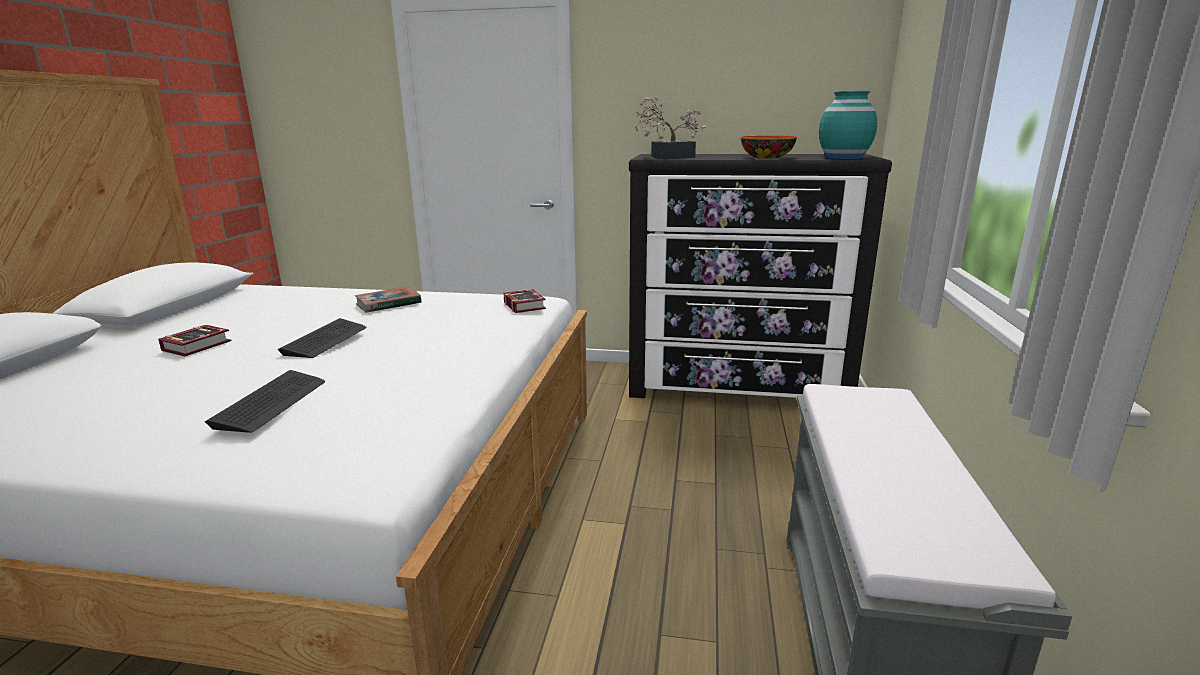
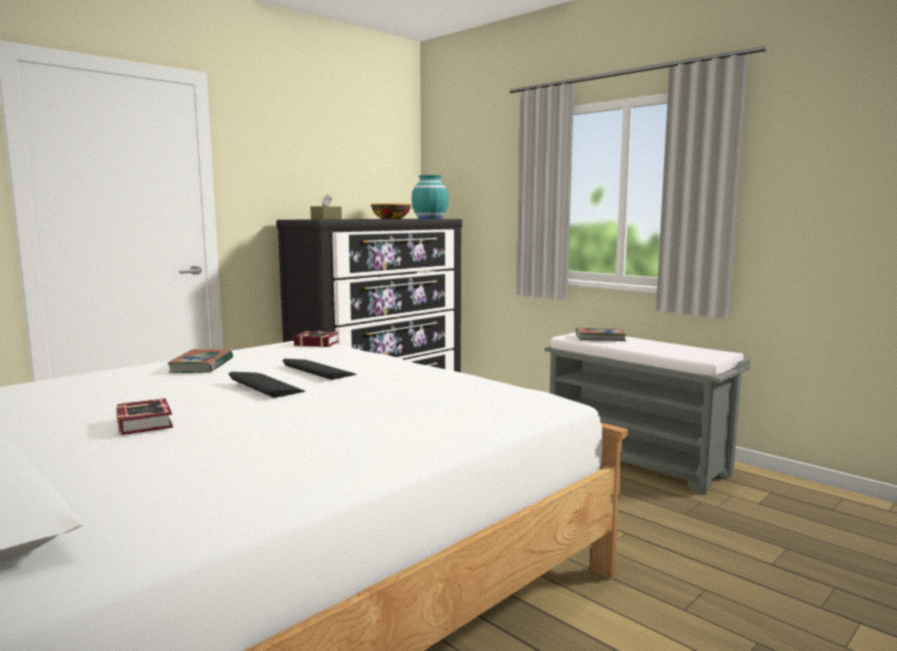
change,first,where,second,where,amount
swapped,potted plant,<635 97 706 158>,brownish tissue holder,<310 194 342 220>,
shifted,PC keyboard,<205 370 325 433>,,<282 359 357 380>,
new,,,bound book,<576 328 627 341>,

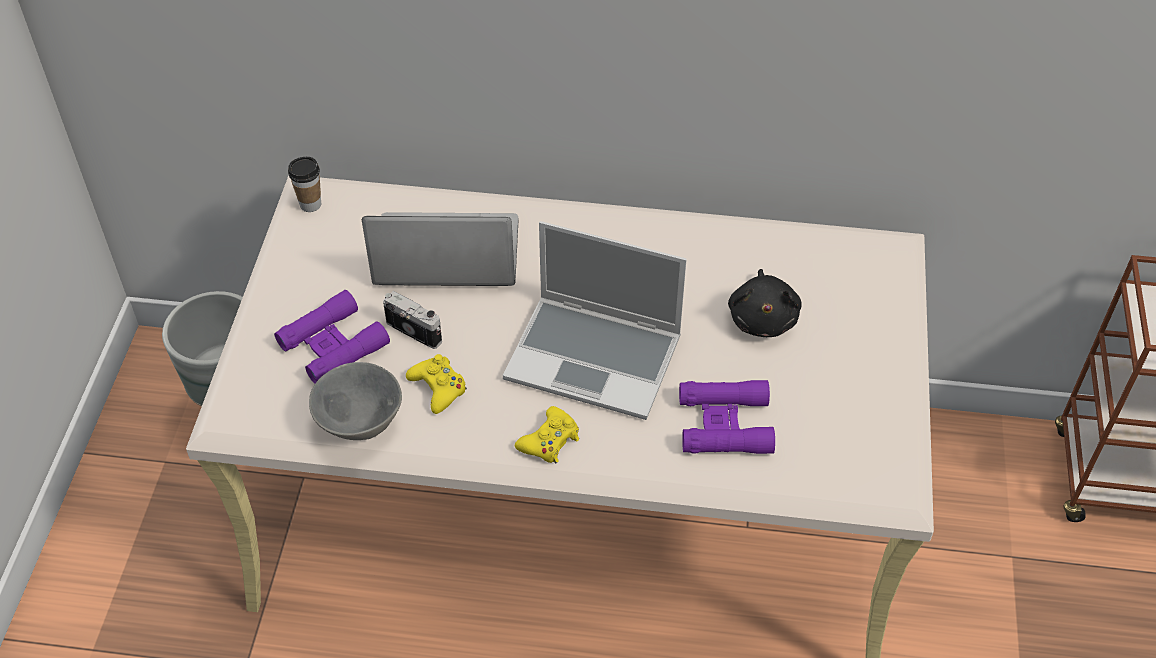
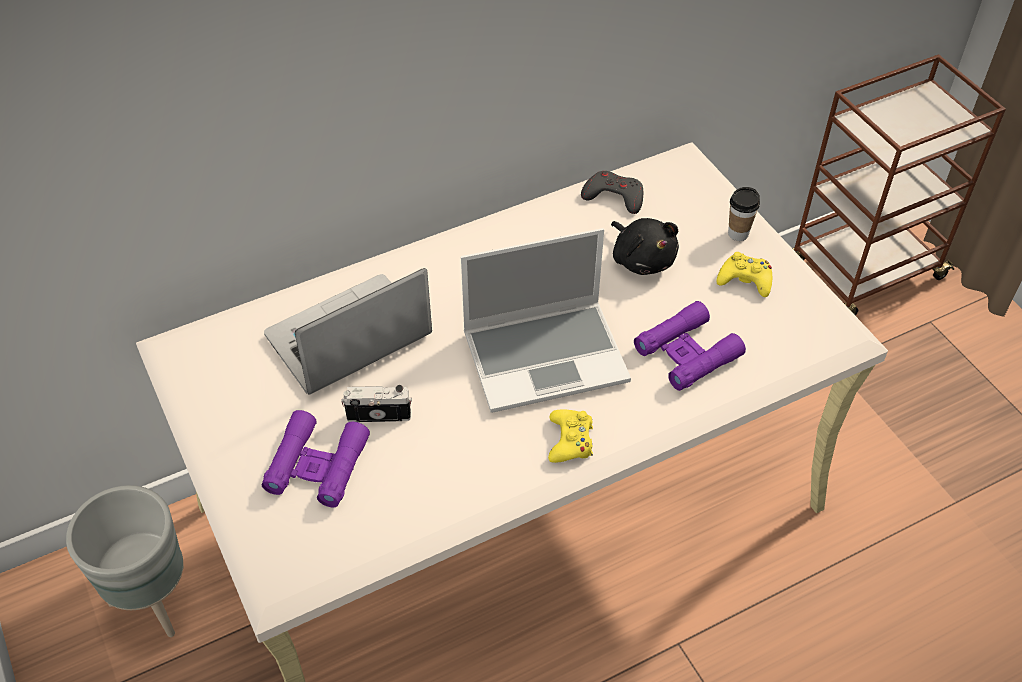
change,first,where,second,where,amount
shifted,small cup,<288 157 321 212>,,<728 187 760 241>,
shifted,yellow-coloured game controller,<406 354 467 414>,,<716 252 772 297>,
gone,greyish serving bowl,<309 362 402 440>,,,
new,,,greyish game controller,<581 171 643 214>,

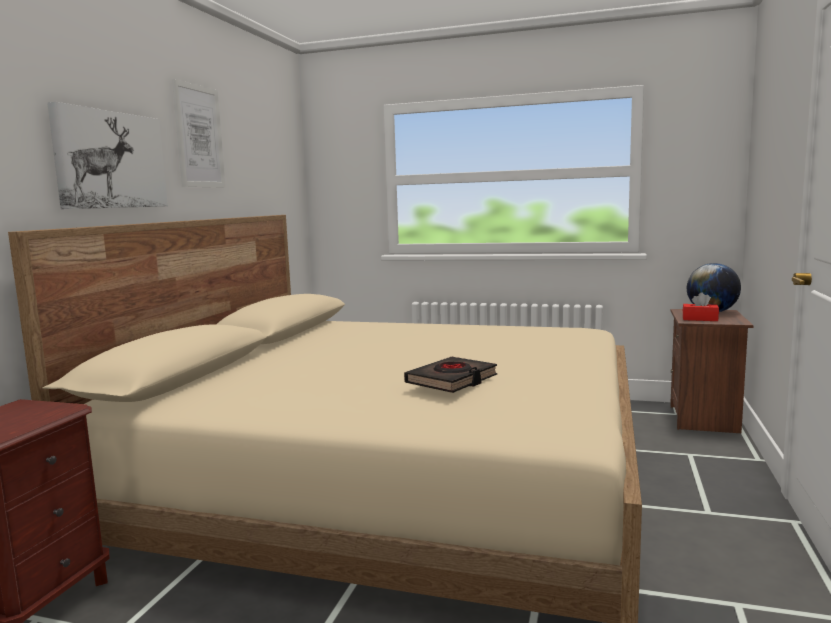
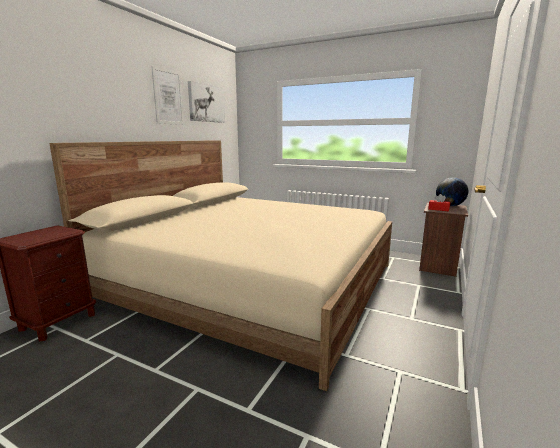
change,first,where,second,where,amount
shifted,wall picture,<47 102 168 209>,,<188 81 225 123>,
gone,black-coloured bound book,<404 357 498 393>,,,

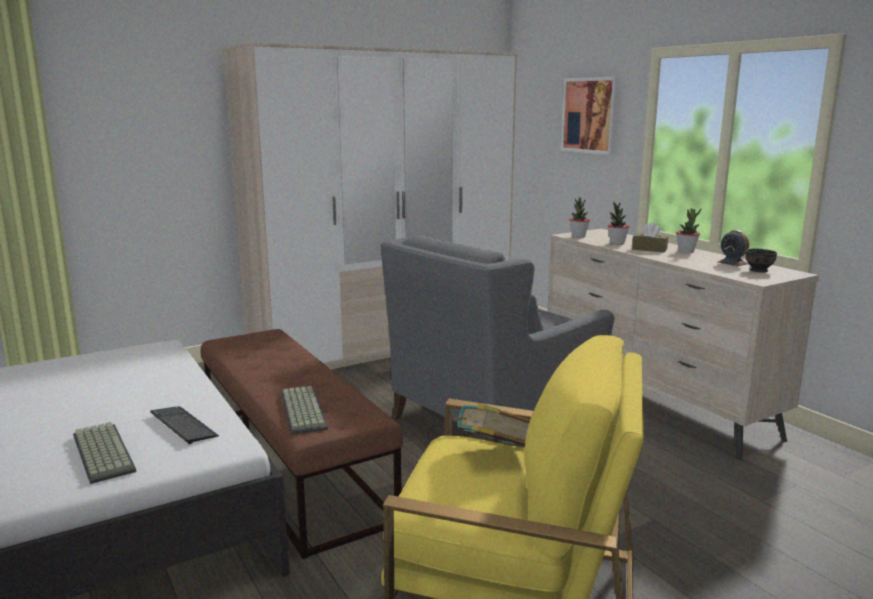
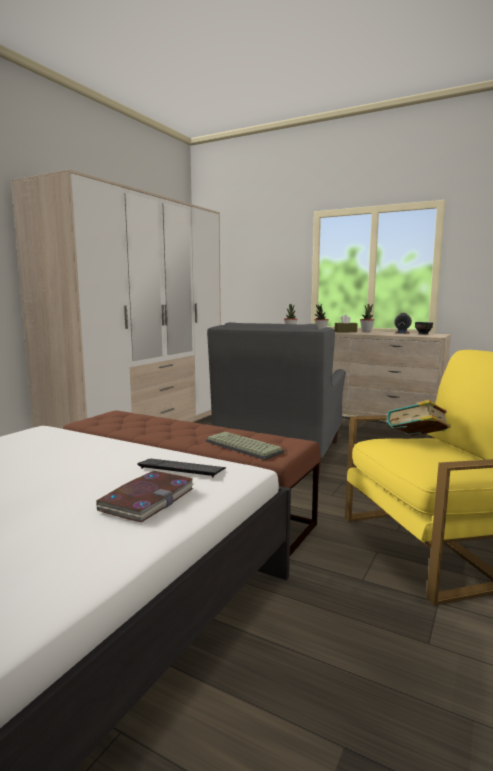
change,first,where,second,where,amount
gone,wall picture,<560 77 619 155>,,,
swapped,PC keyboard,<73 422 136 484>,bound book,<96 471 194 522>,

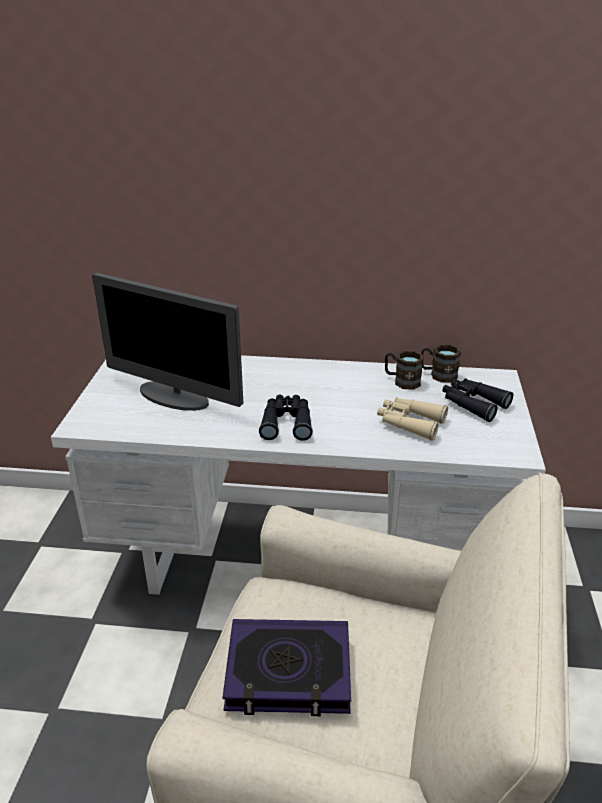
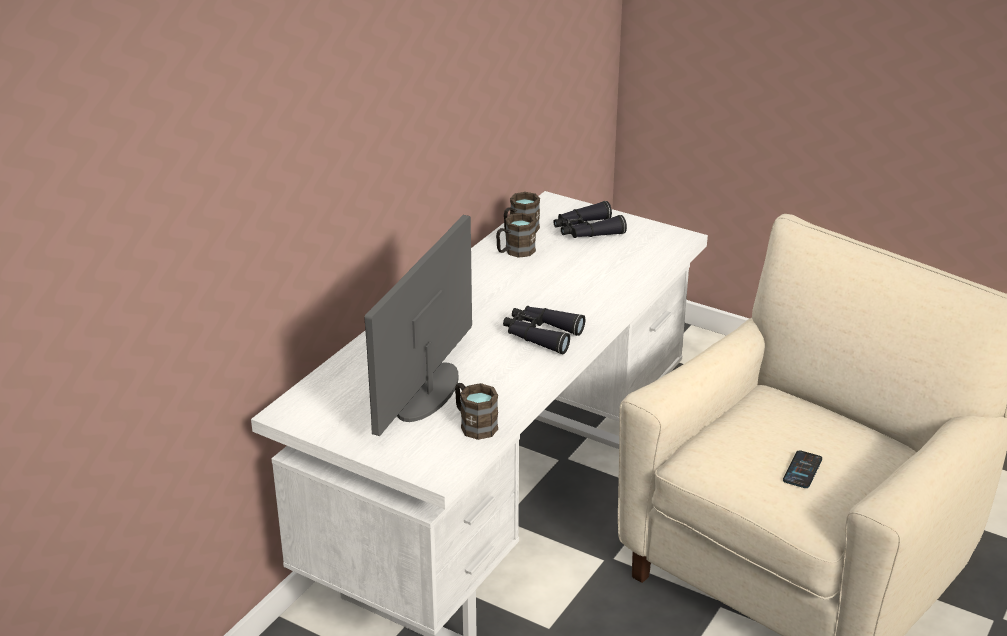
change,first,where,second,where,amount
rotated,computer screen,<92 273 243 411>,,<364 215 472 436>,150 degrees clockwise
gone,sand-coloured pair of binoculars,<377 397 448 441>,,,
swapped,bound book,<222 619 351 716>,phone,<783 450 822 488>,
new,,,brownish tea mug,<455 383 498 440>,

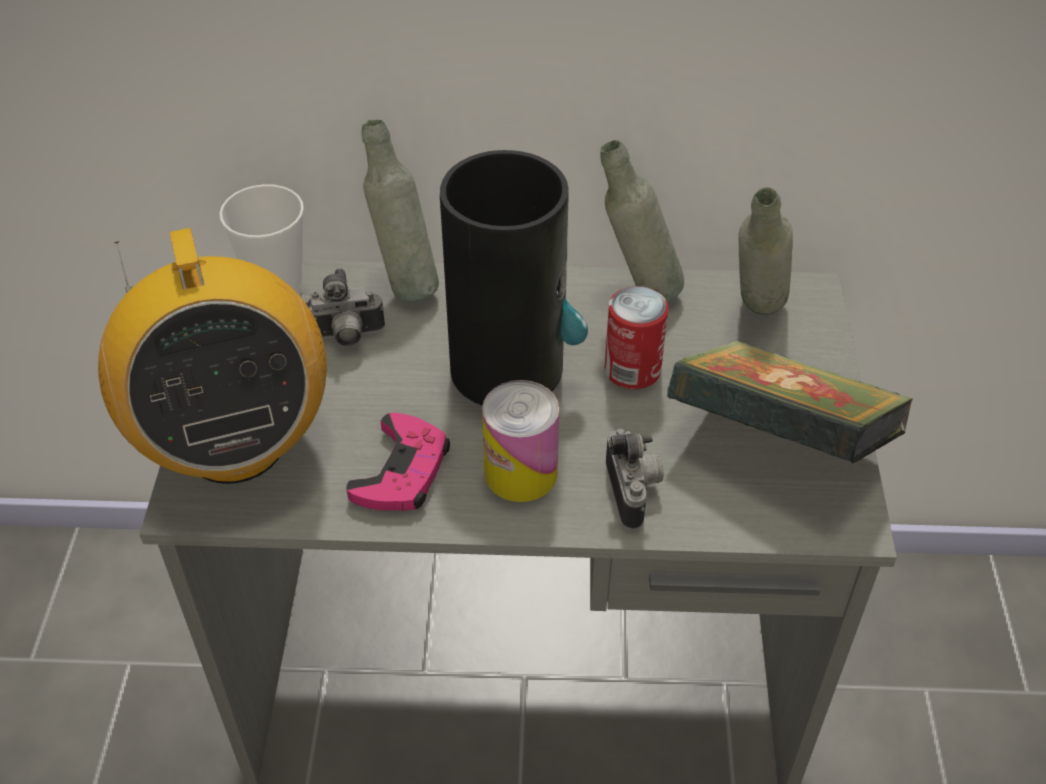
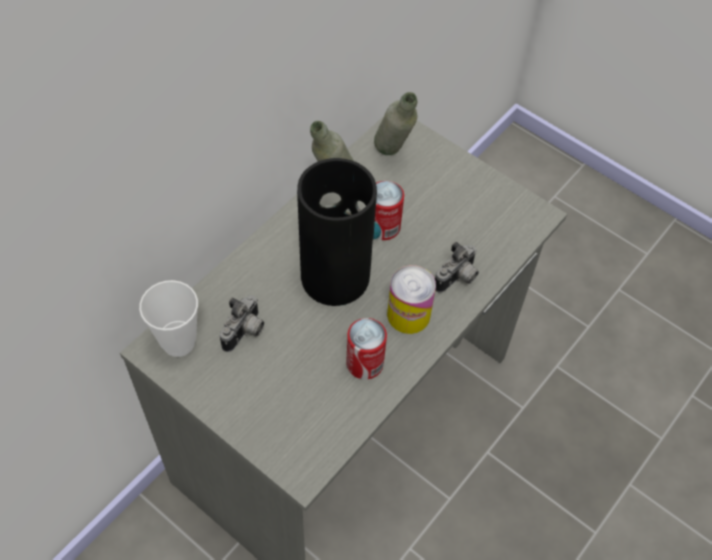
change,first,where,second,where,amount
gone,greyish beverage bottle,<362 120 439 302>,,,
gone,radio set,<98 228 327 484>,,,
gone,bound book,<667 340 913 464>,,,
swapped,pink-coloured game controller,<346 413 450 511>,sealed can,<346 318 387 379>,
rotated,photo camera,<606 428 663 530>,,<435 241 479 293>,105 degrees clockwise

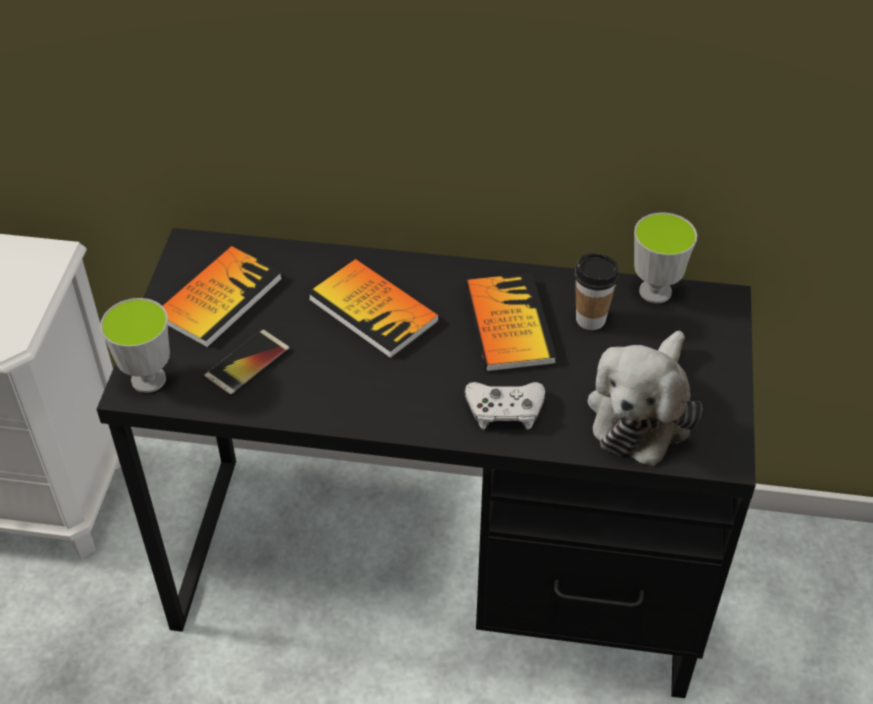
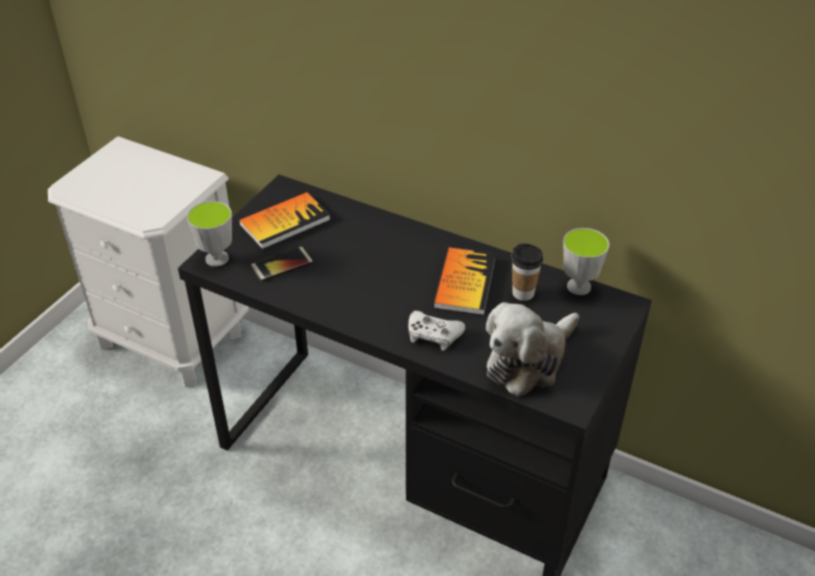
change,first,where,second,where,amount
gone,bound book,<308 259 440 359>,,,

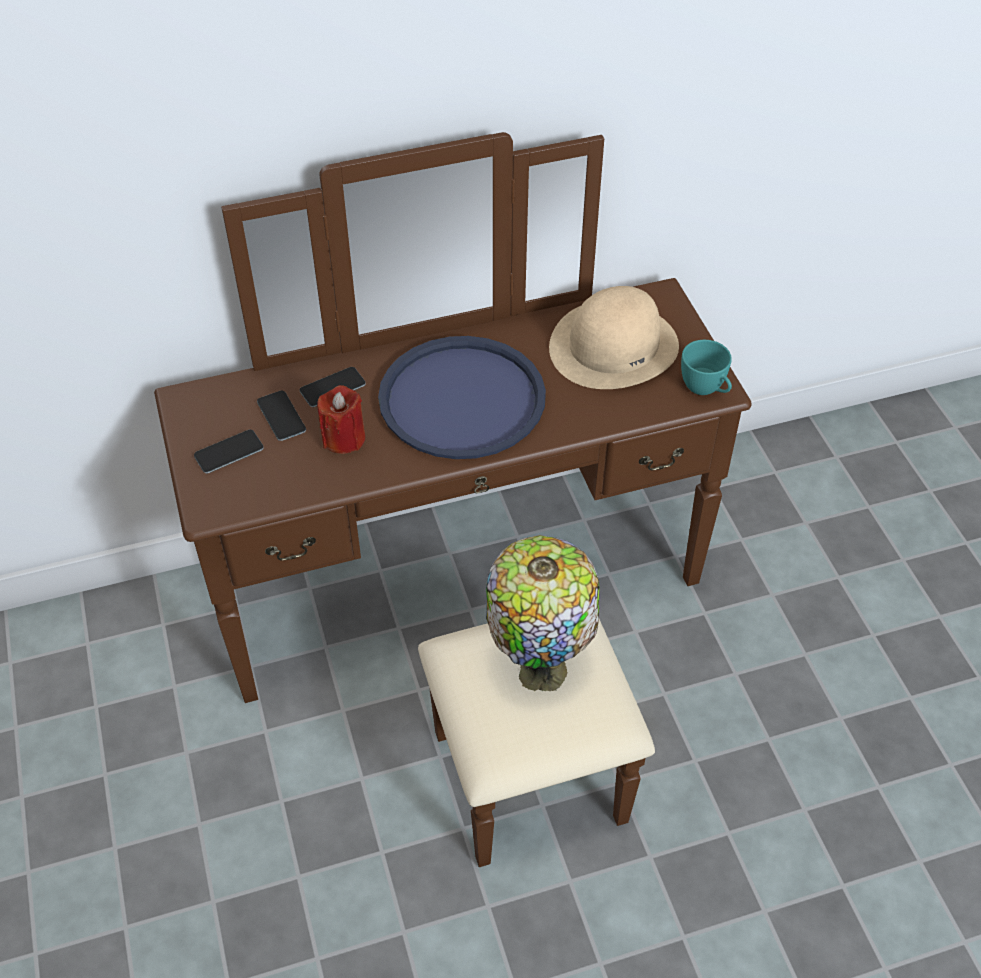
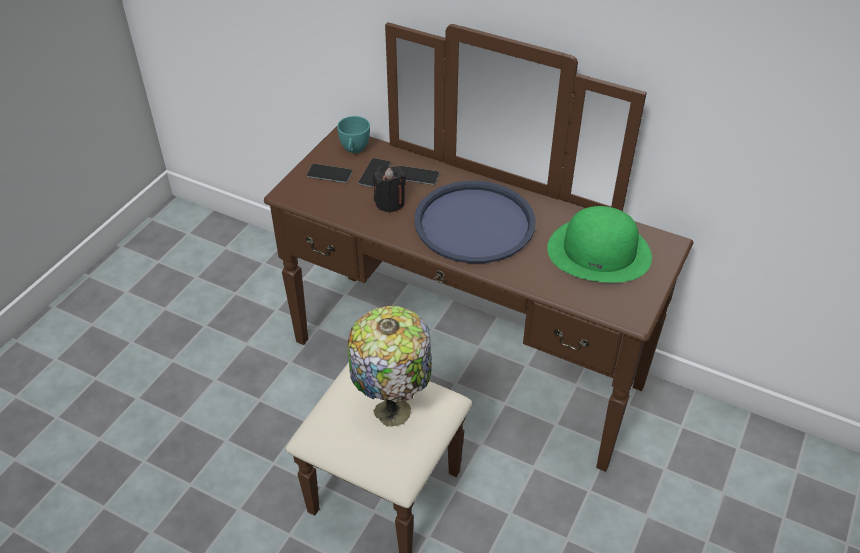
change,first,where,second,where,amount
repainted,sand-coloured wearable hat,<549 286 679 389>,green wearable hat,<547 206 652 283>,
shifted,blue-green small cup,<681 340 732 395>,,<337 116 370 153>,
repainted,red-coloured wax light,<317 385 365 454>,black-coloured wax light,<373 166 406 213>,

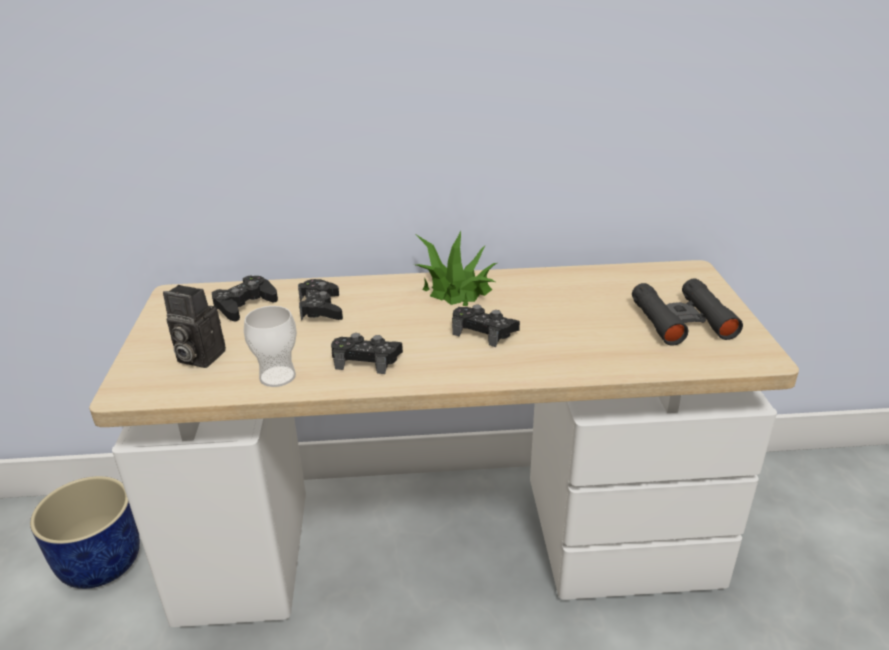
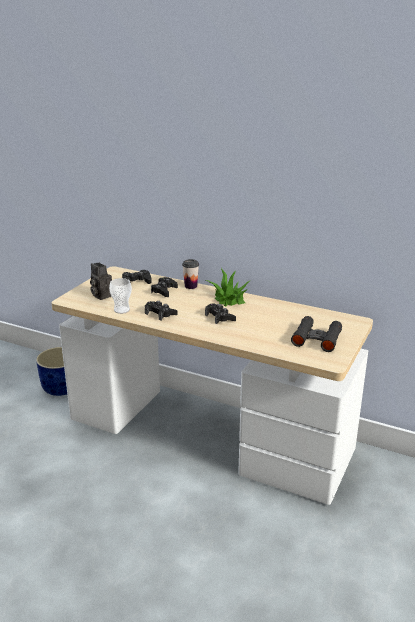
change,first,where,second,where,amount
new,,,small cup,<182 259 199 289>,

